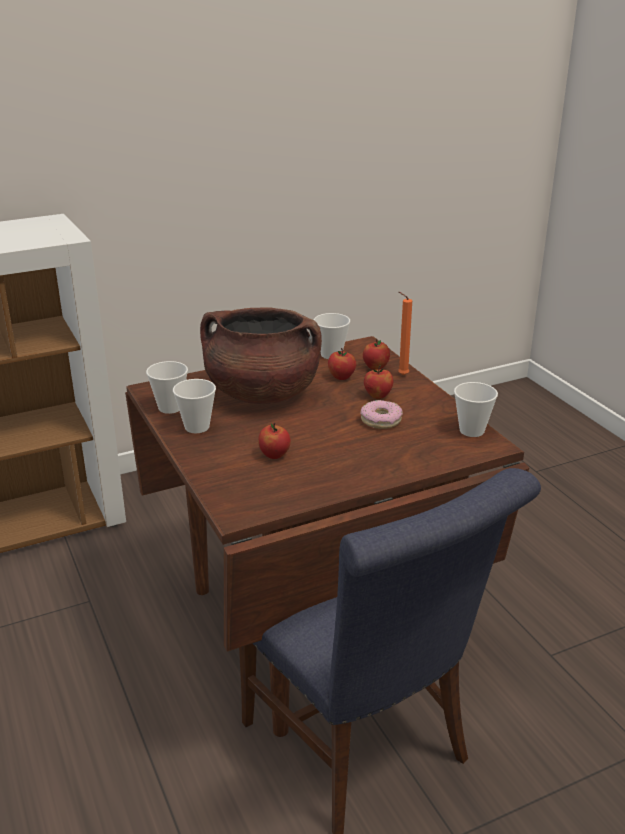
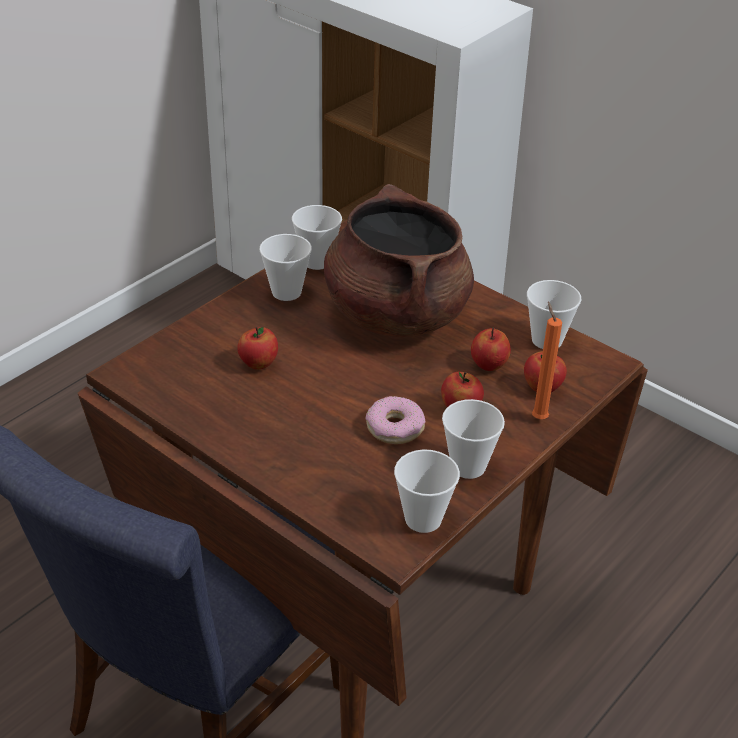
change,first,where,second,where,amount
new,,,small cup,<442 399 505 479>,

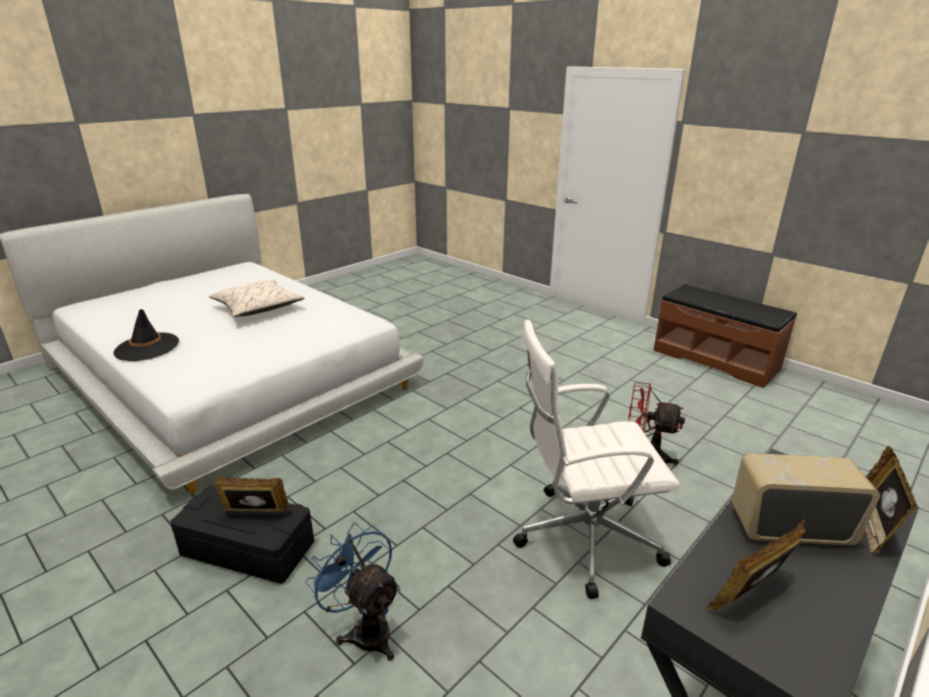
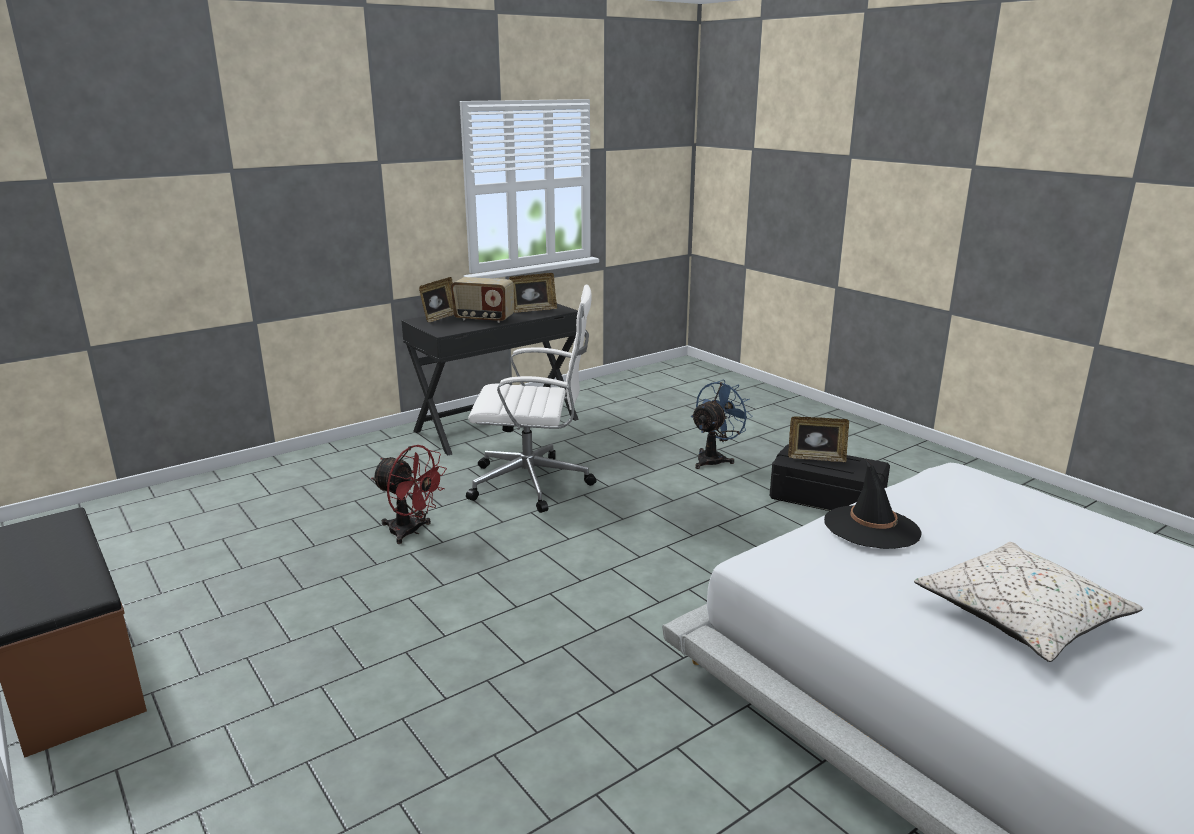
change,first,where,second,where,amount
shifted,black-coloured wearable hat,<113 309 179 361>,,<824 459 922 549>,
rotated,bluish fan,<305 523 400 661>,,<691 379 753 469>,105 degrees counterclockwise

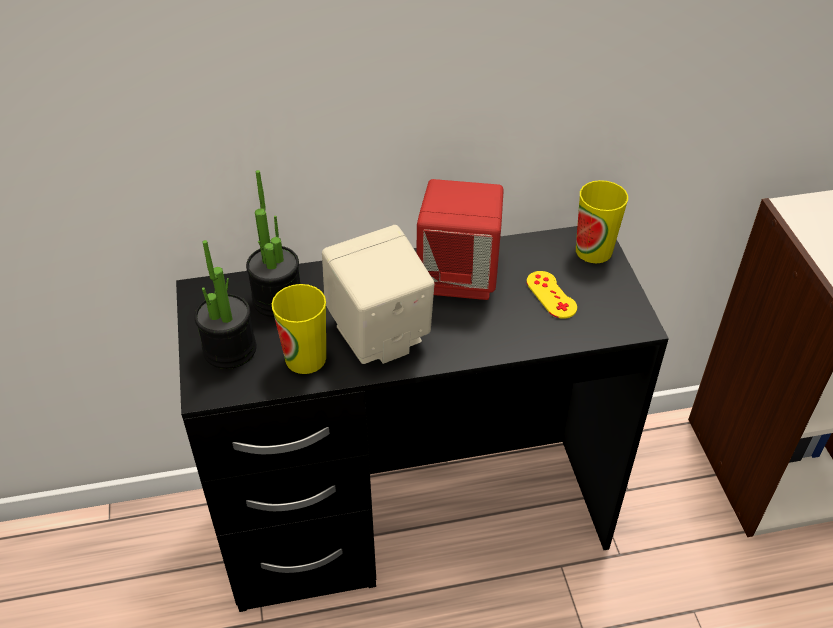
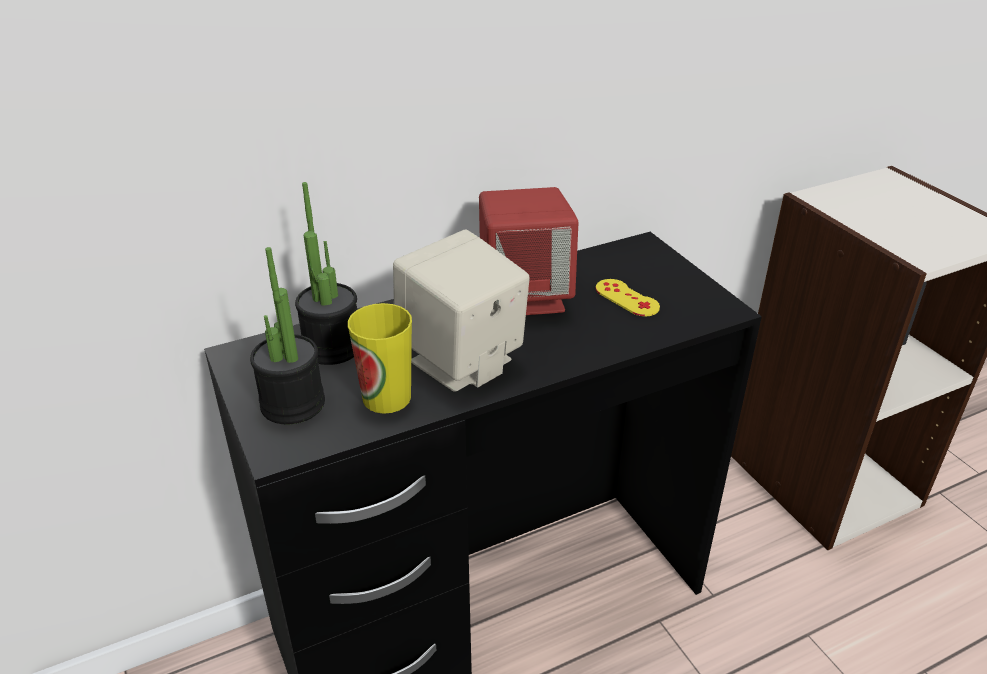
change,first,where,second,where,amount
gone,small cup,<576 180 628 263>,,,

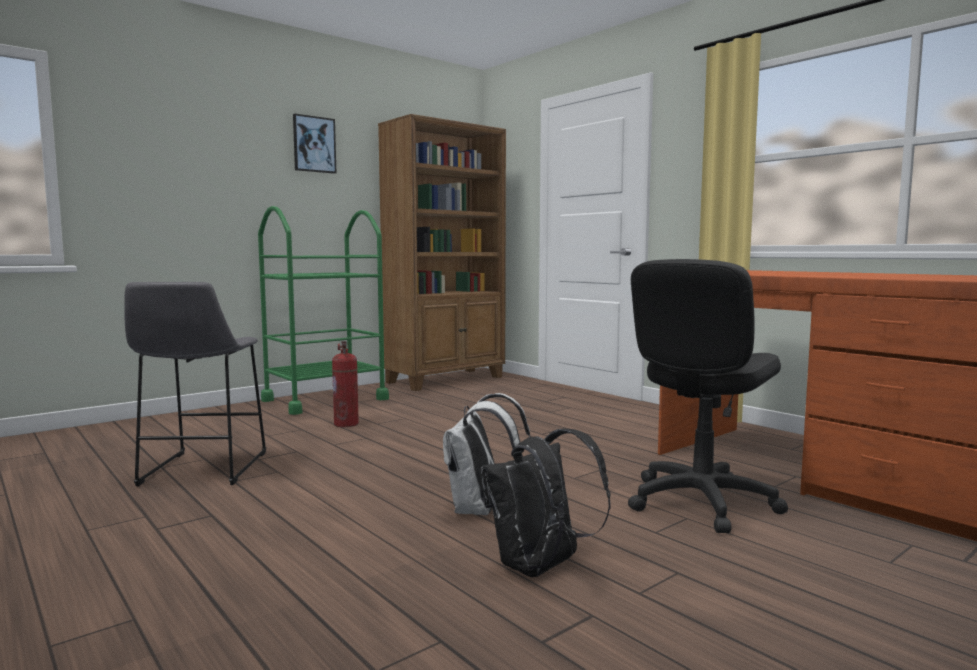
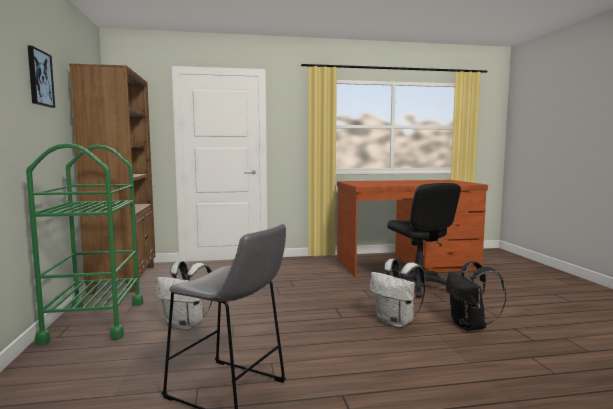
change,first,where,second,where,amount
swapped,fire extinguisher,<332 341 359 427>,whitish knapsack,<156 261 212 330>,

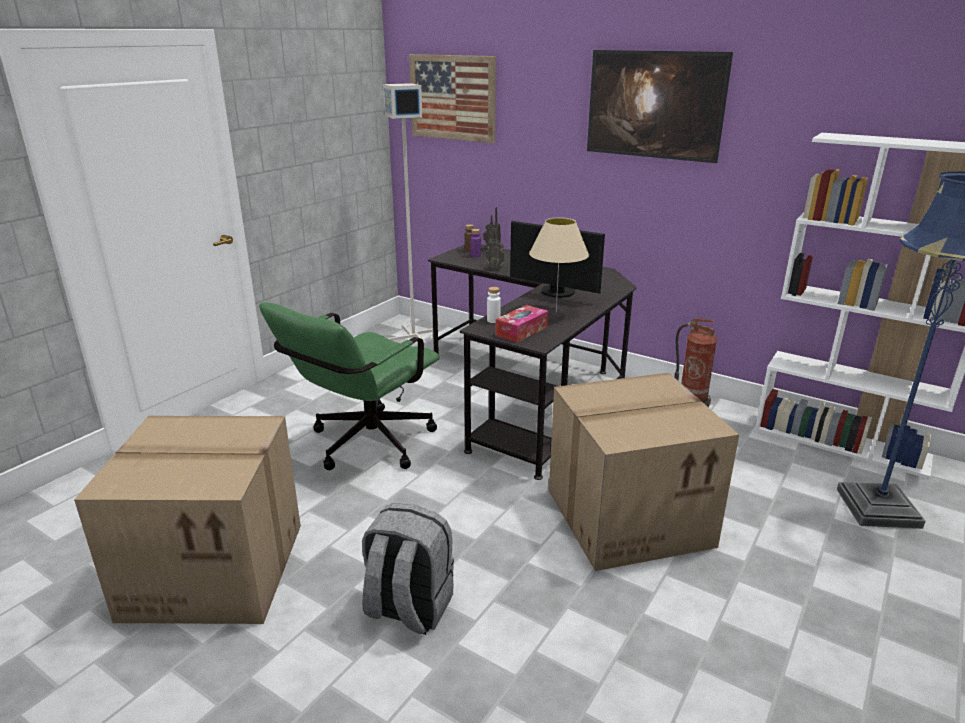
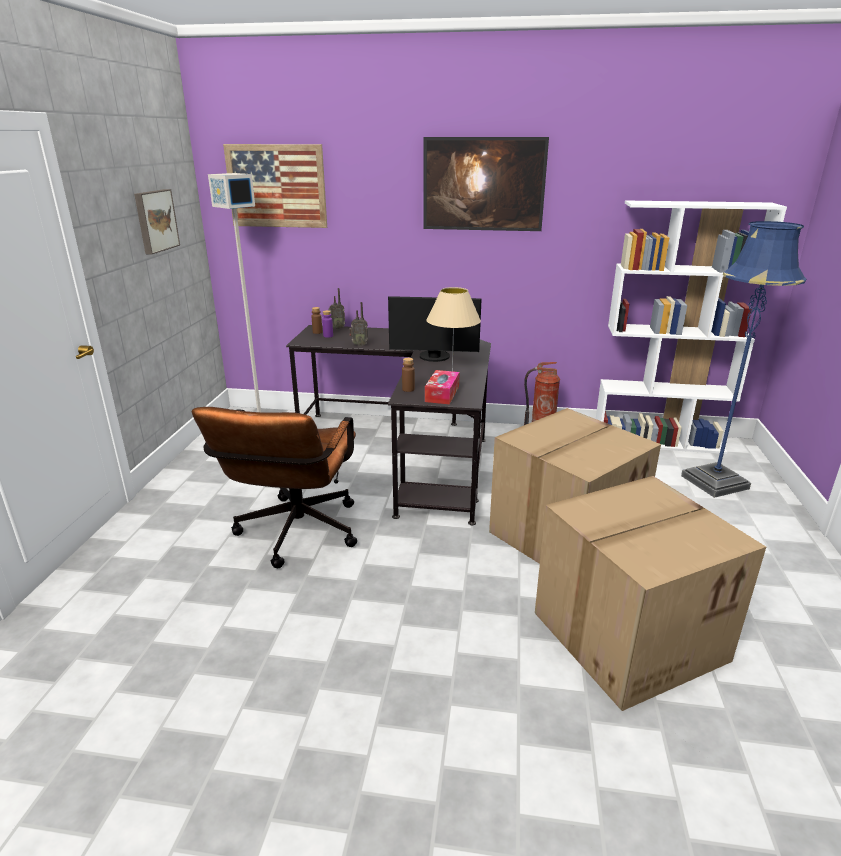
change,first,where,second,where,amount
repainted,whitish beverage bottle,<487 287 501 323>,brownish beverage bottle,<402 358 415 392>,
repainted,green computer chair,<259 302 440 470>,brownish computer chair,<192 407 357 568>,
shifted,packing box,<74 416 301 624>,,<535 476 766 711>,
gone,greyish knapsack,<362 503 454 635>,,,
new,,,wall picture,<134 189 180 255>,

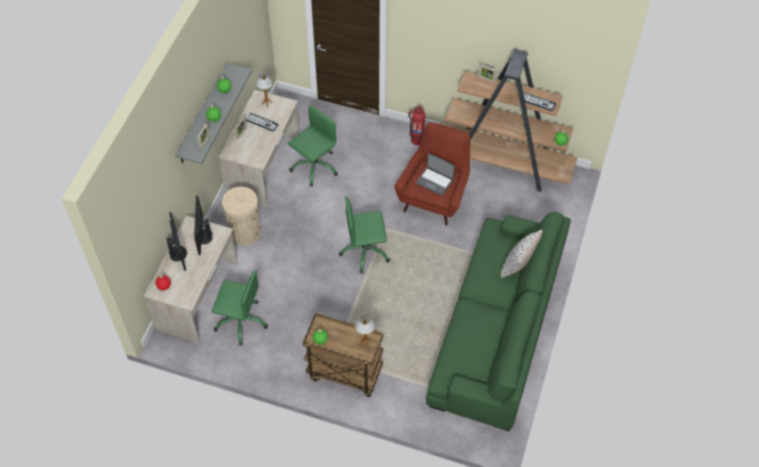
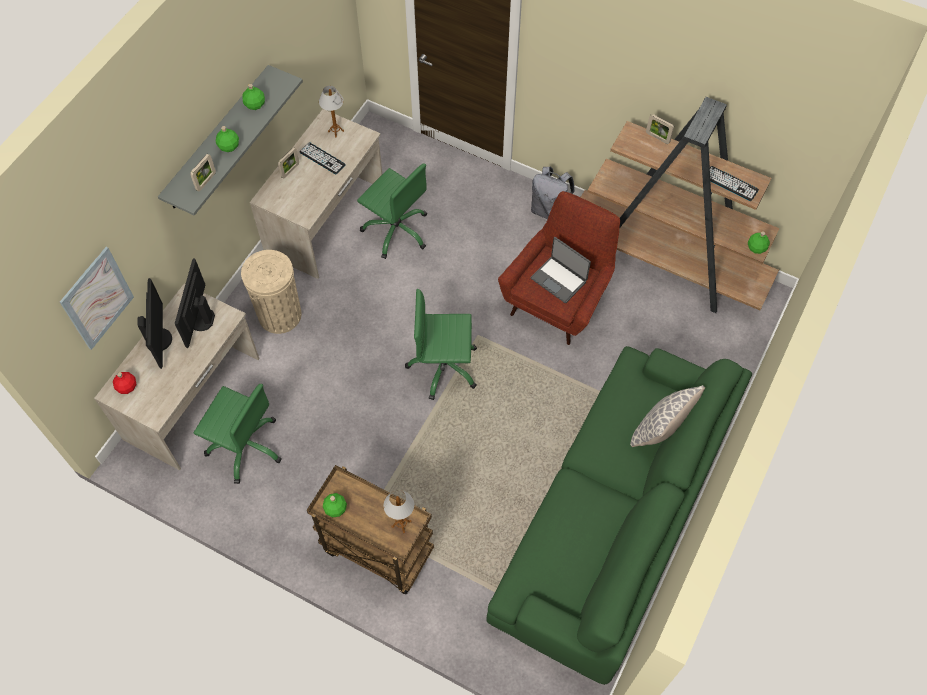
change,first,where,second,where,amount
rotated,green computer chair,<288 105 338 187>,,<357 163 427 259>,75 degrees clockwise
swapped,fire extinguisher,<408 105 425 145>,greyish knapsack,<531 167 575 219>,
new,,,wall picture,<60 247 134 350>,

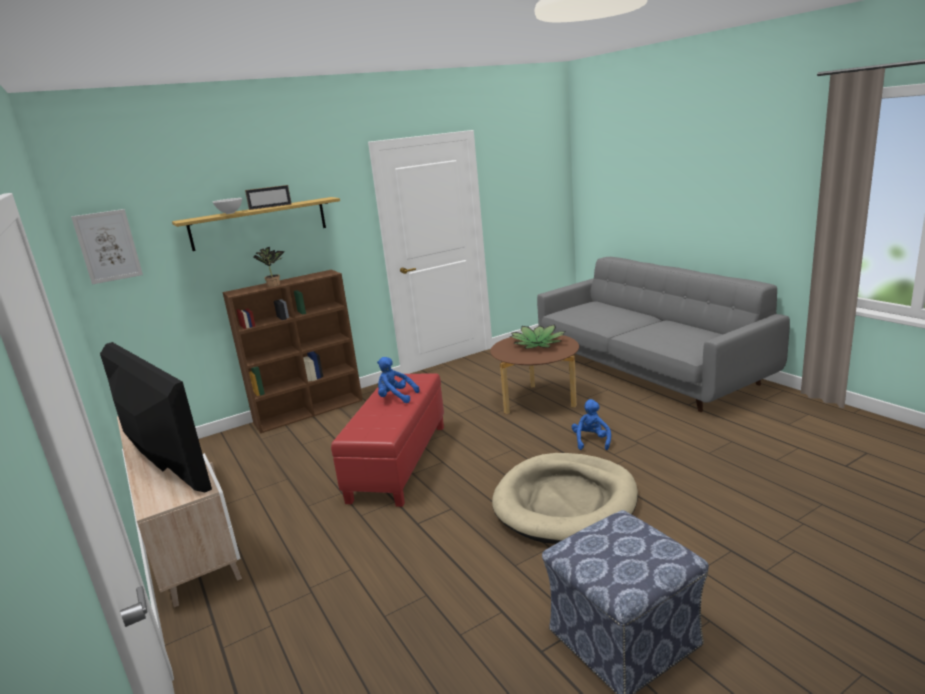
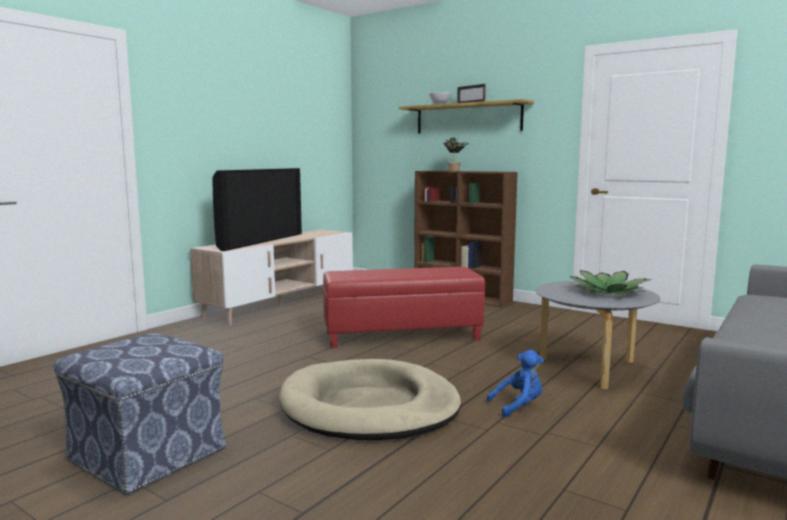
change,first,where,second,where,amount
gone,wall picture,<71 209 143 284>,,,
repainted,brownish lounge table,<490 334 579 414>,greyish lounge table,<535 281 660 389>,
gone,bluish cuddly toy,<377 357 420 403>,,,

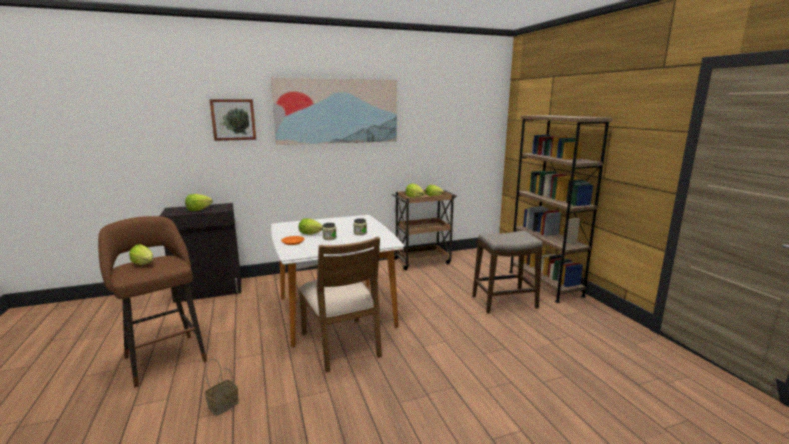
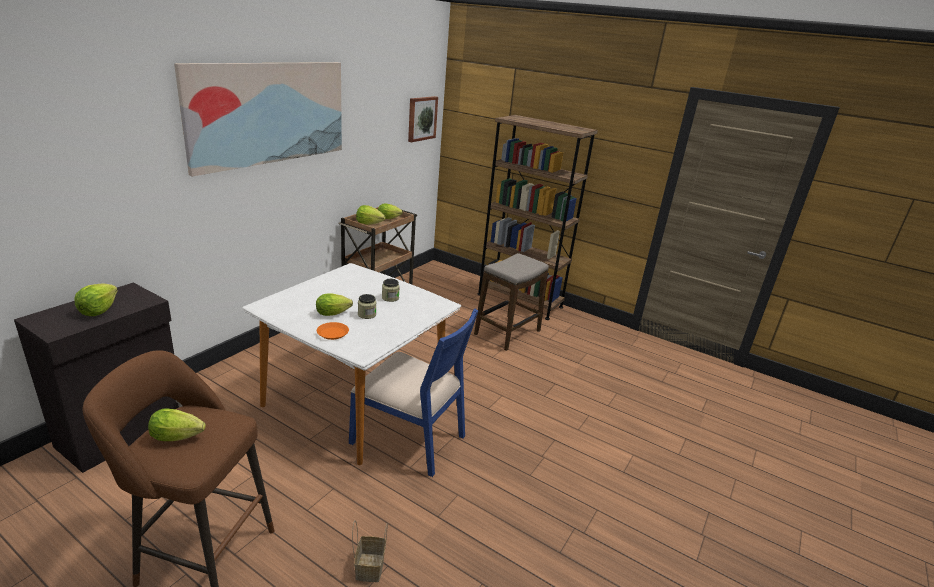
change,first,where,second,where,amount
shifted,wall picture,<209 99 256 141>,,<408 96 438 142>,
repainted,brownish chair,<299 236 382 372>,bluish chair,<349 309 478 477>,

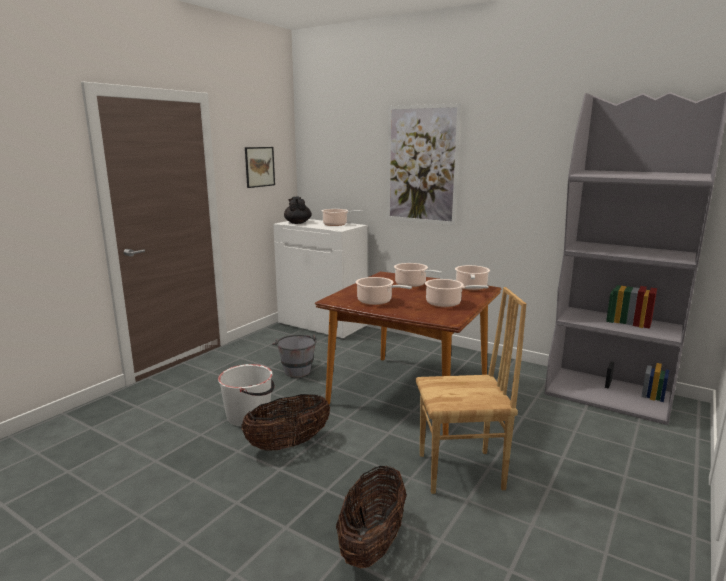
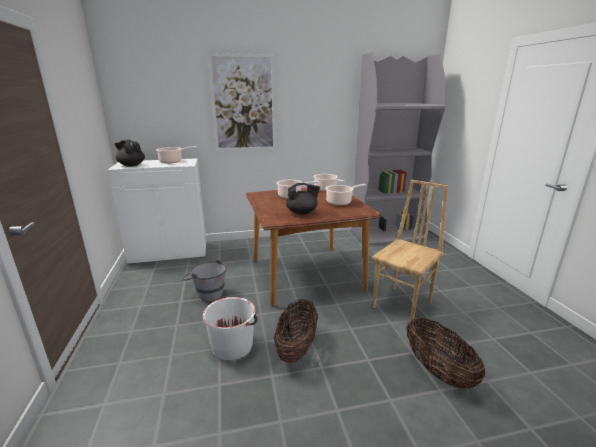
change,first,where,second,where,amount
gone,wall picture,<245 147 275 188>,,,
swapped,saucepot,<356 277 412 305>,black-coloured tea pot,<286 183 320 215>,

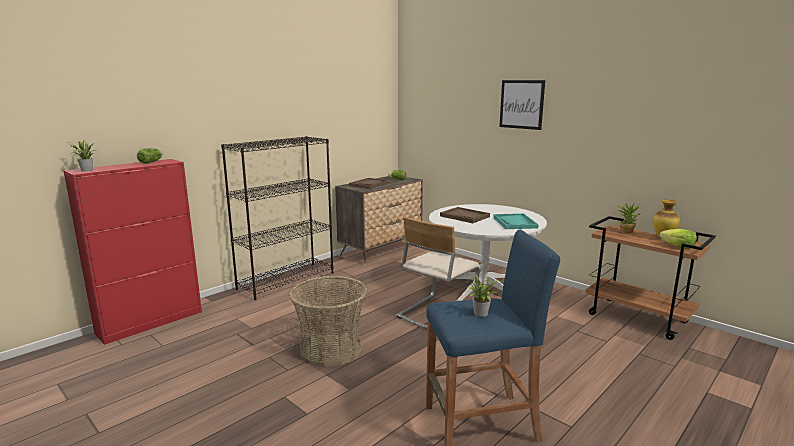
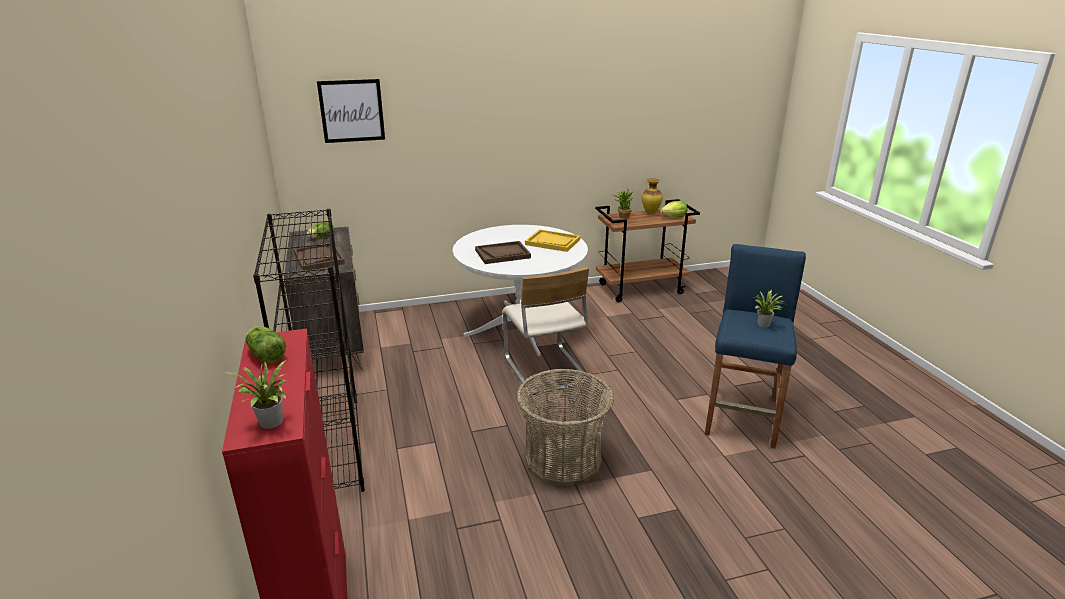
change,first,where,second,where,amount
shifted,wall picture,<499 80 545 130>,,<317 79 385 143>,
repainted,blue-green carrying tray,<493 213 539 229>,yellow-coloured carrying tray,<525 229 580 252>,

